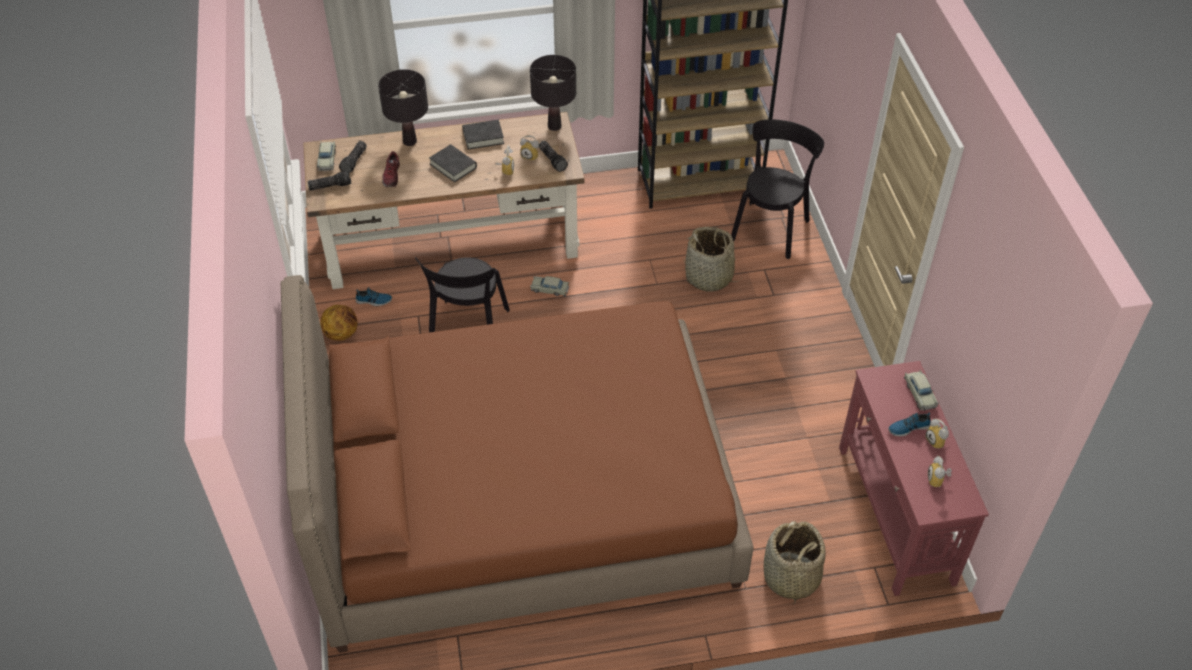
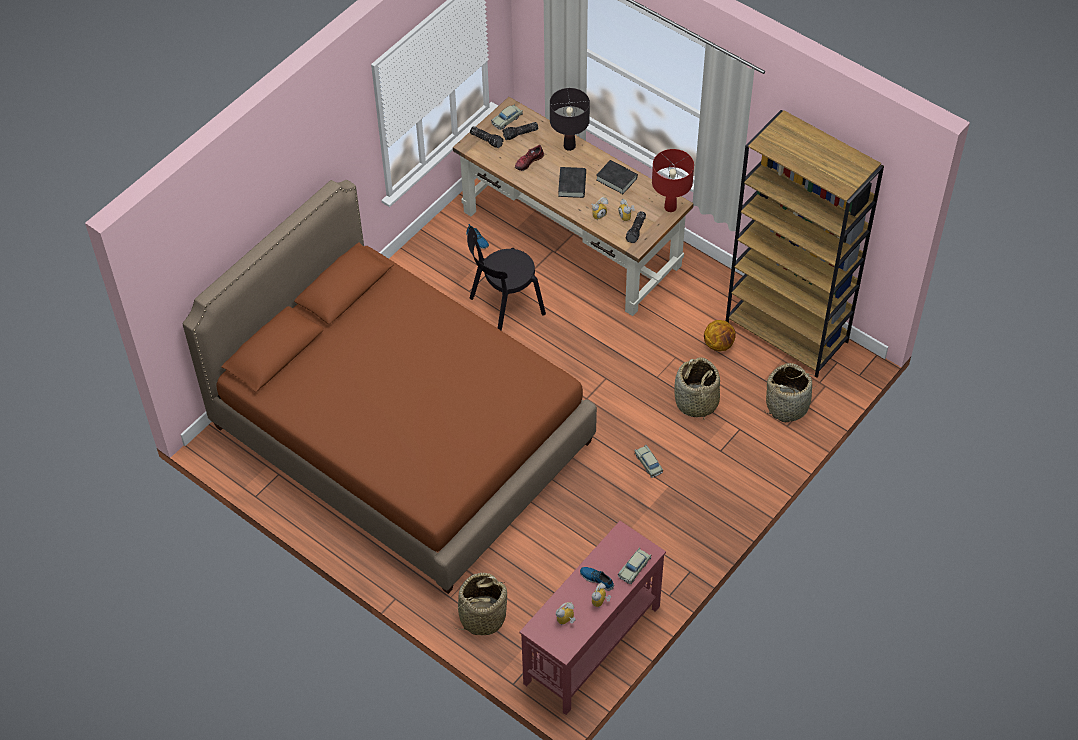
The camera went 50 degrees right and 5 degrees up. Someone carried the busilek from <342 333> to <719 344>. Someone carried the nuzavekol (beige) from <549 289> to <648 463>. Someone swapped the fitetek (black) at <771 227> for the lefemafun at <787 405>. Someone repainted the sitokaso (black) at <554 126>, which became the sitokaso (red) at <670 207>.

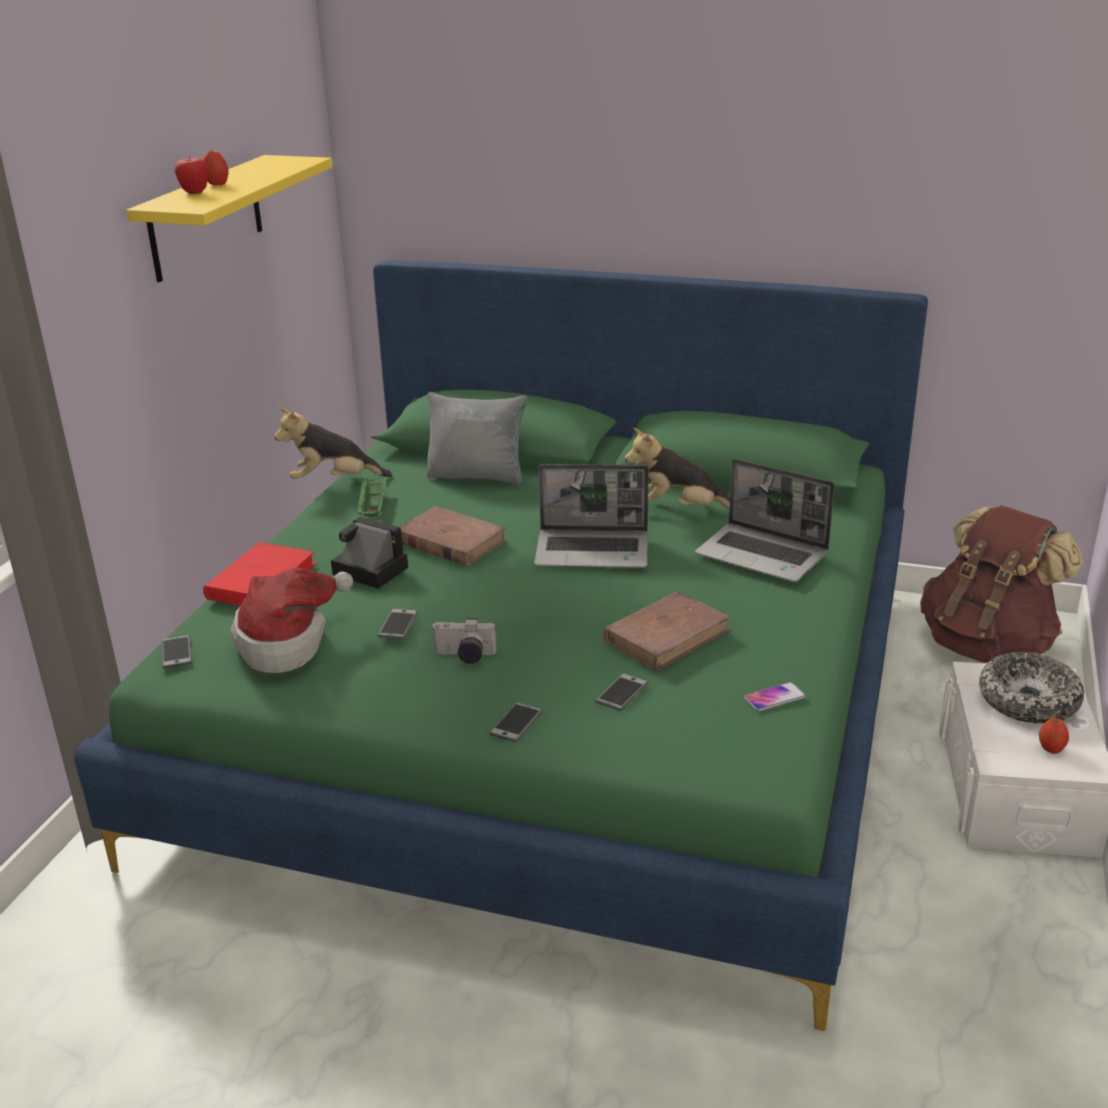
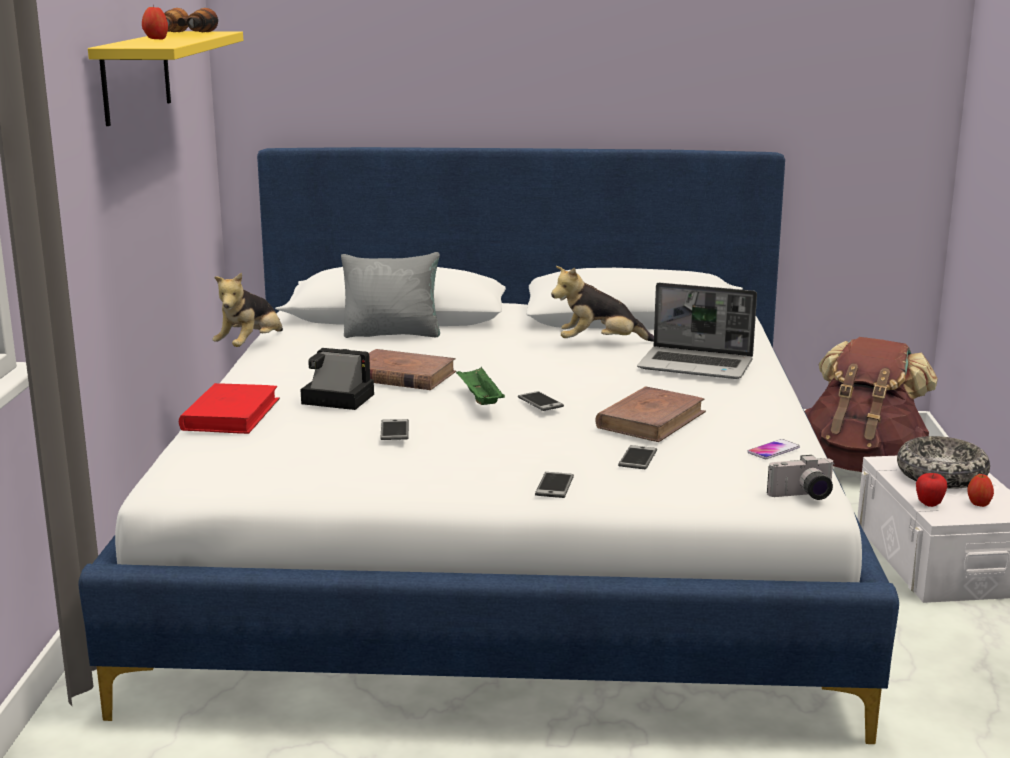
The camera went 15 degrees left and 10 degrees down. Someone took away the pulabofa at <288 642>. Someone took away the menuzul at <594 551>. Someone put down the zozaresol at <185 34>. Someone carried the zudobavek from <176 653> to <540 402>. Someone carried the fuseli from <194 192> to <929 504>. Someone carried the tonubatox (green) from <373 508> to <479 399>. Someone carried the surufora from <464 656> to <803 496>. Someone repainted the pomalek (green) at <558 713>, which became the pomalek (white) at <505 549>. Someone rotated the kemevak at <334 481> by 45 degrees counterclockwise.

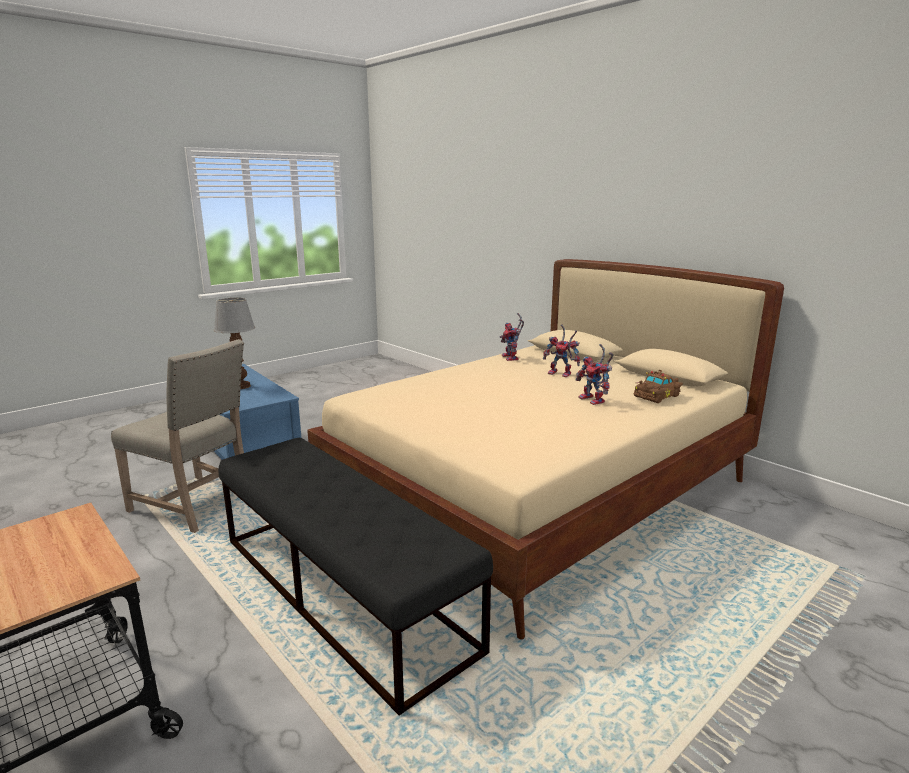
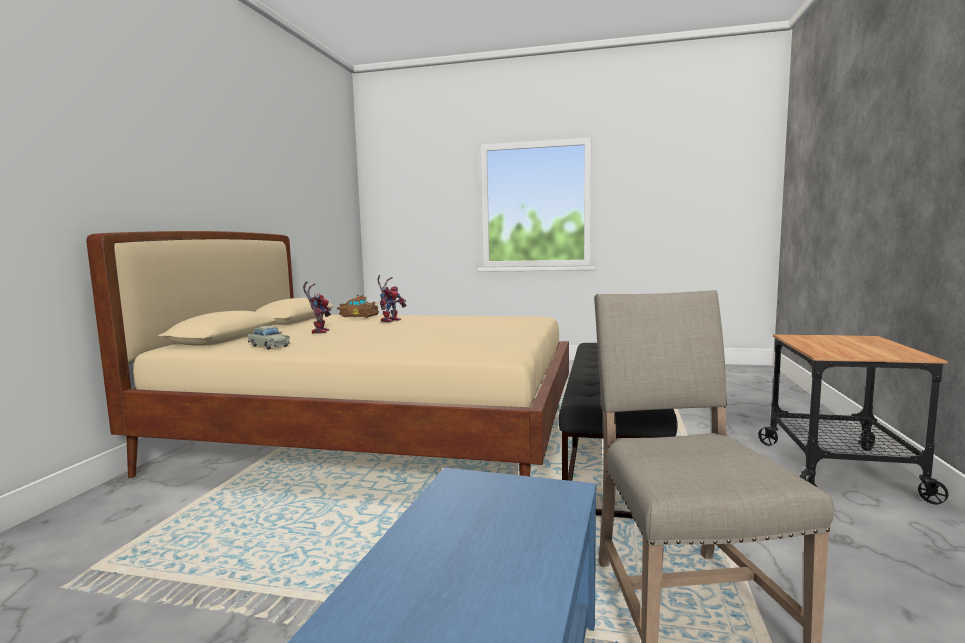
The camera went 125 degrees left and 10 degrees down. Someone took away the sitokaso at <242 386>. Someone swapped the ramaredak at <512 358> for the nuzavekol (beige) at <269 346>.

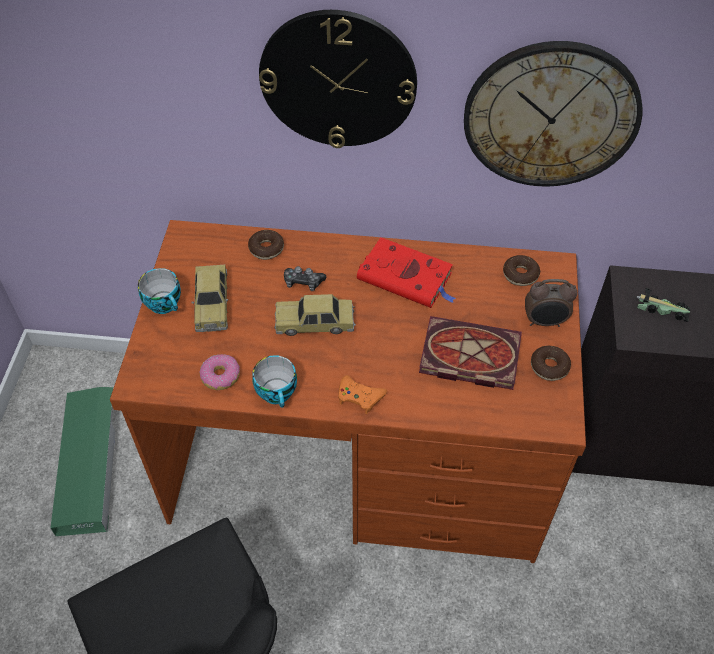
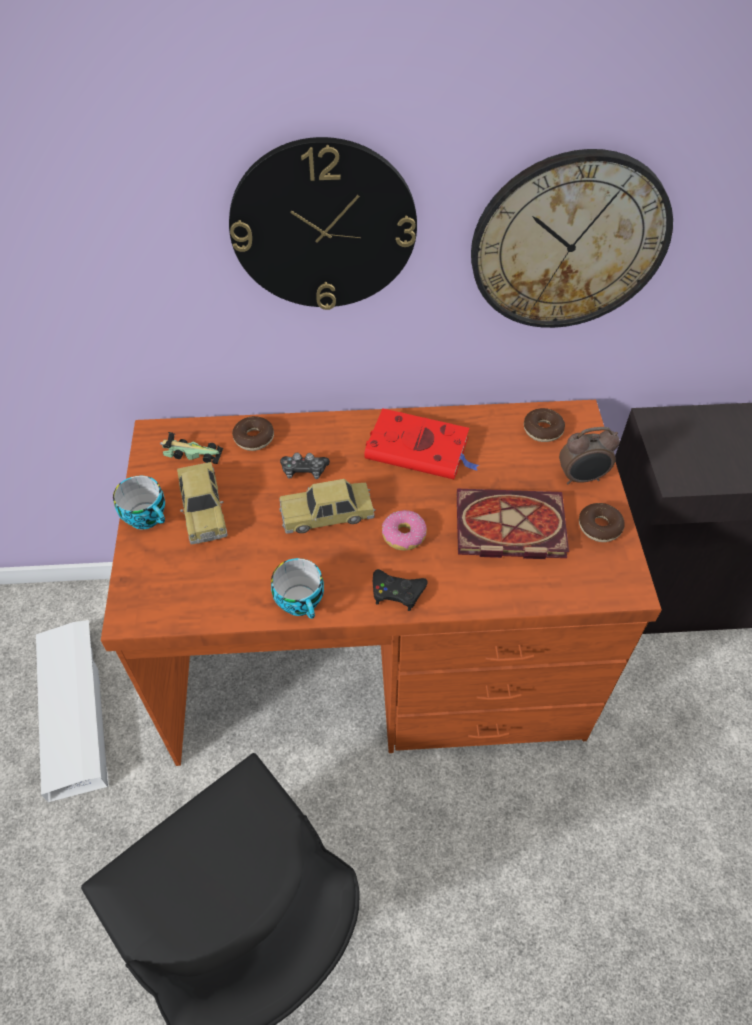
The camera went 10 degrees left and 0 degrees up. Someone carried the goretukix from <220 376> to <404 535>. Someone carried the nuzavekol from <661 308> to <191 453>. Someone repainted the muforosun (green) at <89 463>, which became the muforosun (white) at <74 711>. Someone repainted the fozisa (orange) at <359 396>, which became the fozisa (black) at <397 592>.

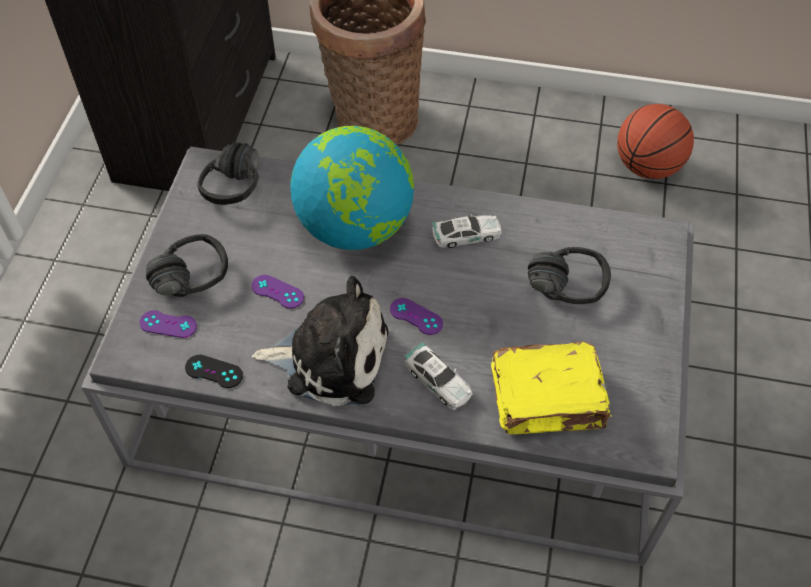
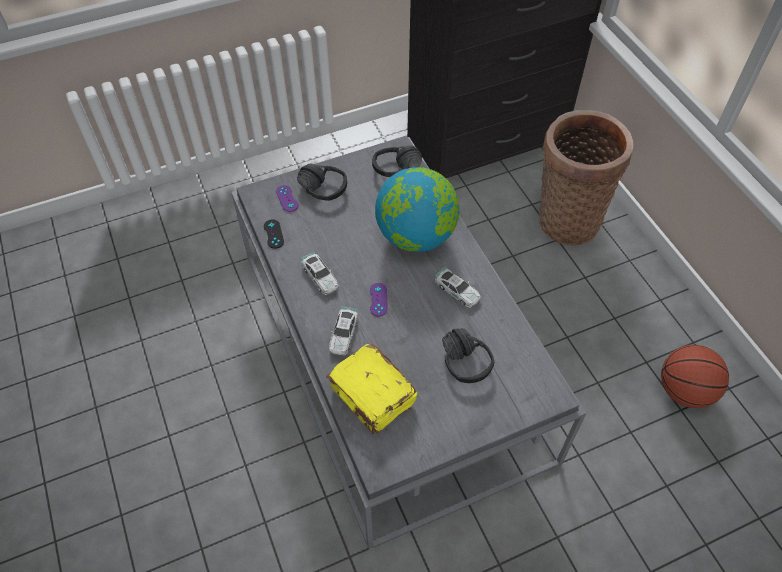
The camera went 55 degrees right and 0 degrees up. Someone took away the fozisa (purple) at <277 292>. Someone swapped the kemevak at <330 357> for the nuzavekol at <320 277>.

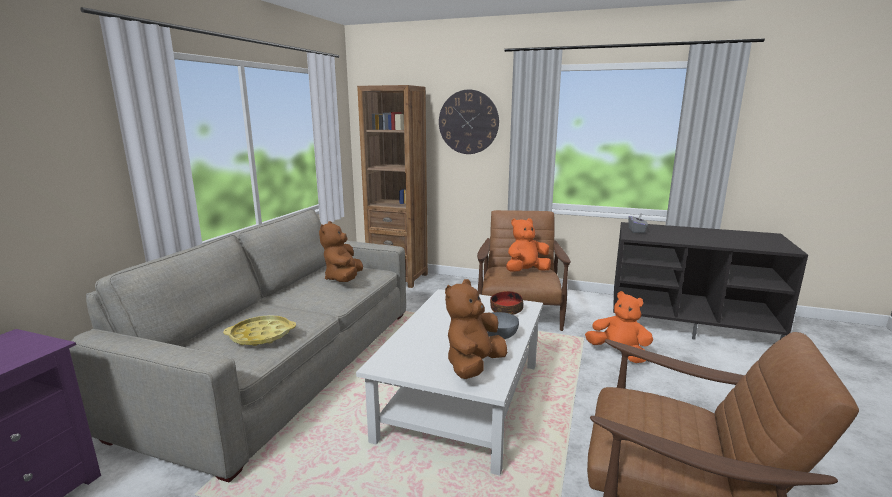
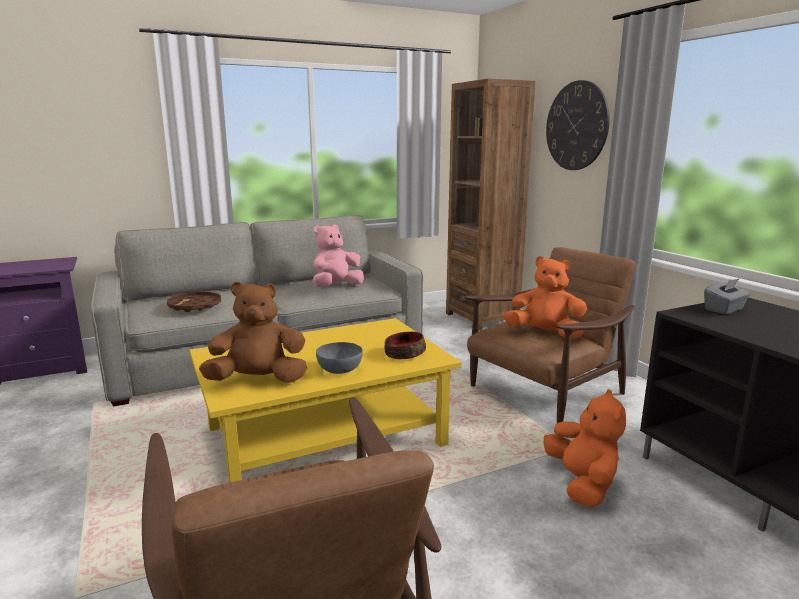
The camera went 45 degrees right and 0 degrees up. Someone repainted the tonubatox (yellow) at <261 335>, which became the tonubatox (brown) at <195 306>. Someone repainted the kemevak (brown) at <343 279>, which became the kemevak (pink) at <336 287>. Someone repainted the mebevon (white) at <461 400>, which became the mebevon (yellow) at <325 436>.

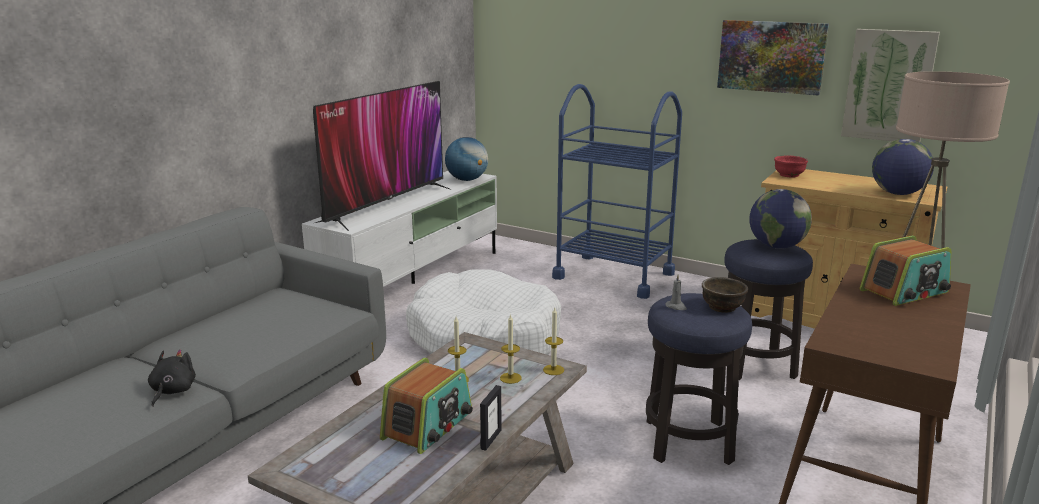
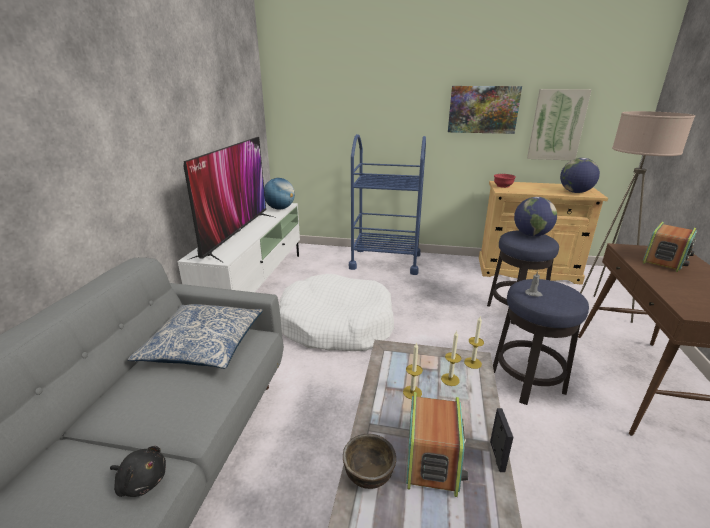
The camera went 20 degrees left and 5 degrees up. Someone put down the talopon at <203 345>. Someone carried the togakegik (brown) from <722 307> to <368 474>. Someone rotated the kemevak (black) at <172 391> by 120 degrees clockwise.

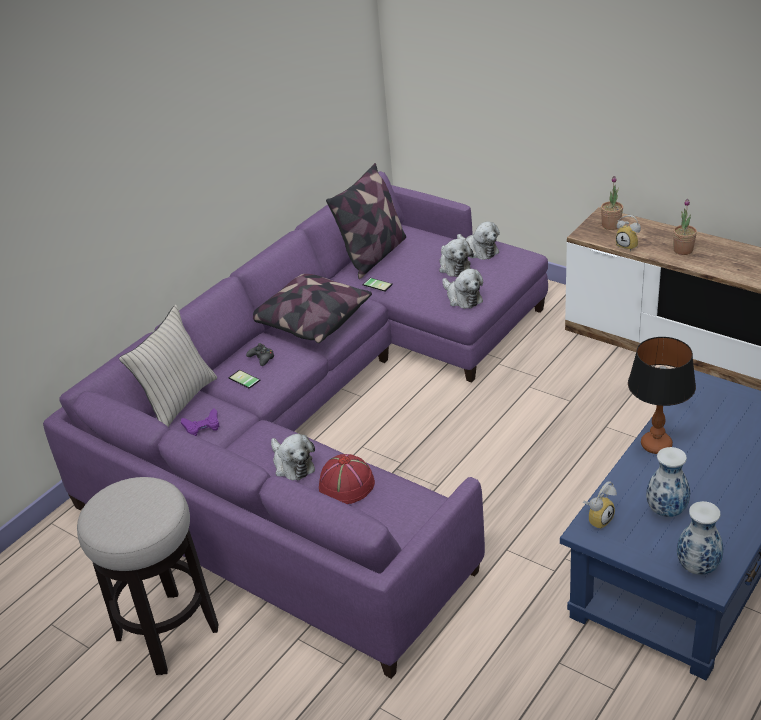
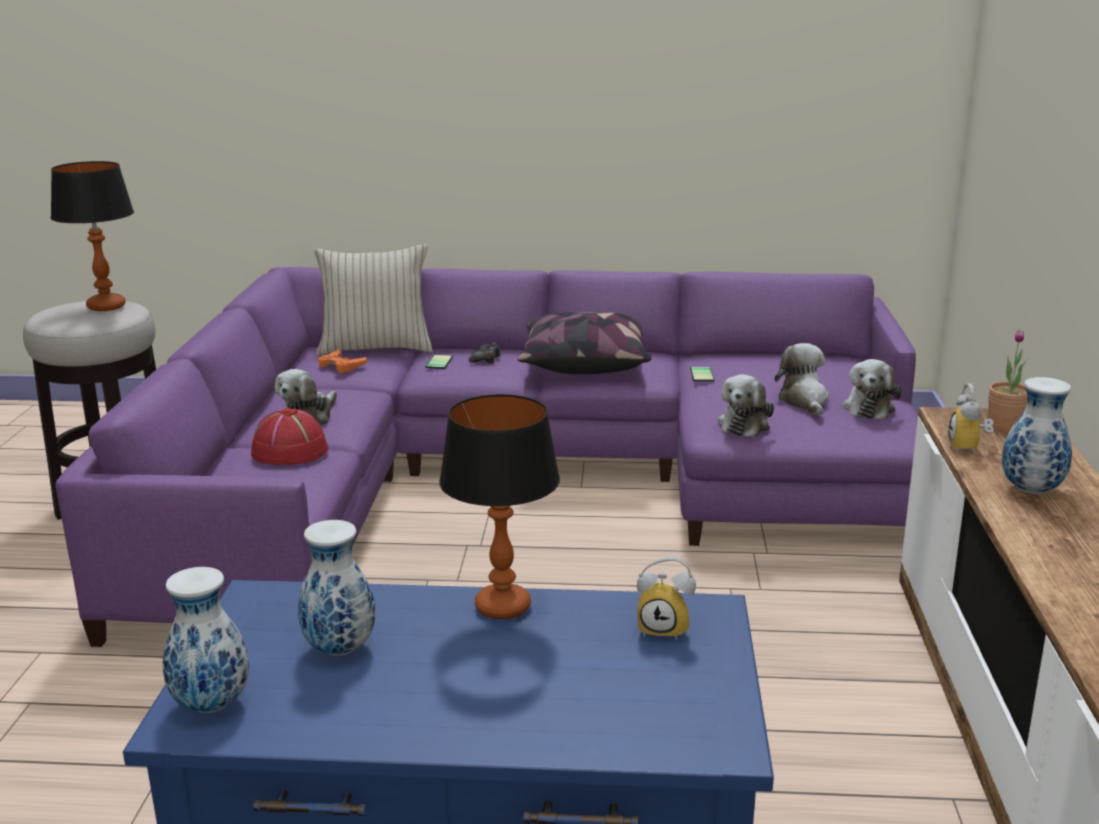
The camera went 55 degrees right and 15 degrees down. Someone took away the talopon at <373 255>. Someone put down the sitokaso at <106 306>. Someone carried the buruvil from <598 519> to <665 629>. Someone swapped the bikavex at <683 250> for the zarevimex at <1029 489>. Someone repainted the fozisa (purple) at <202 426>, which became the fozisa (orange) at <341 366>. Someone rotated the kemevak at <454 266> by 135 degrees clockwise.

